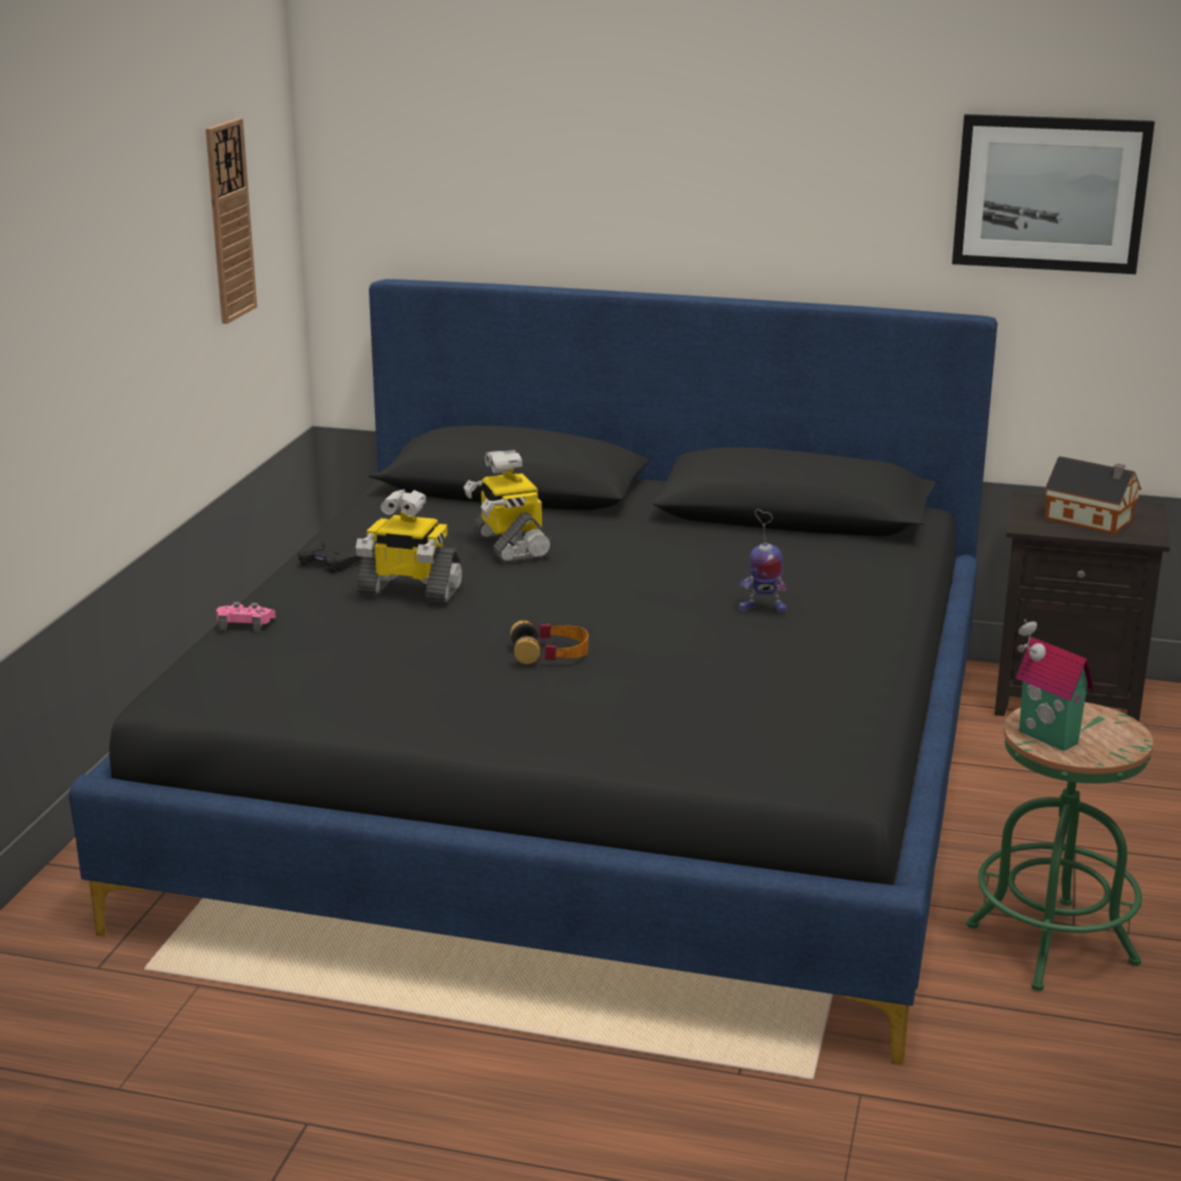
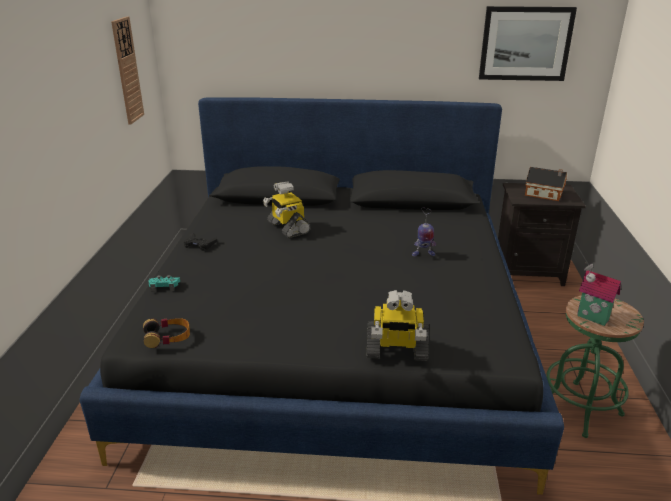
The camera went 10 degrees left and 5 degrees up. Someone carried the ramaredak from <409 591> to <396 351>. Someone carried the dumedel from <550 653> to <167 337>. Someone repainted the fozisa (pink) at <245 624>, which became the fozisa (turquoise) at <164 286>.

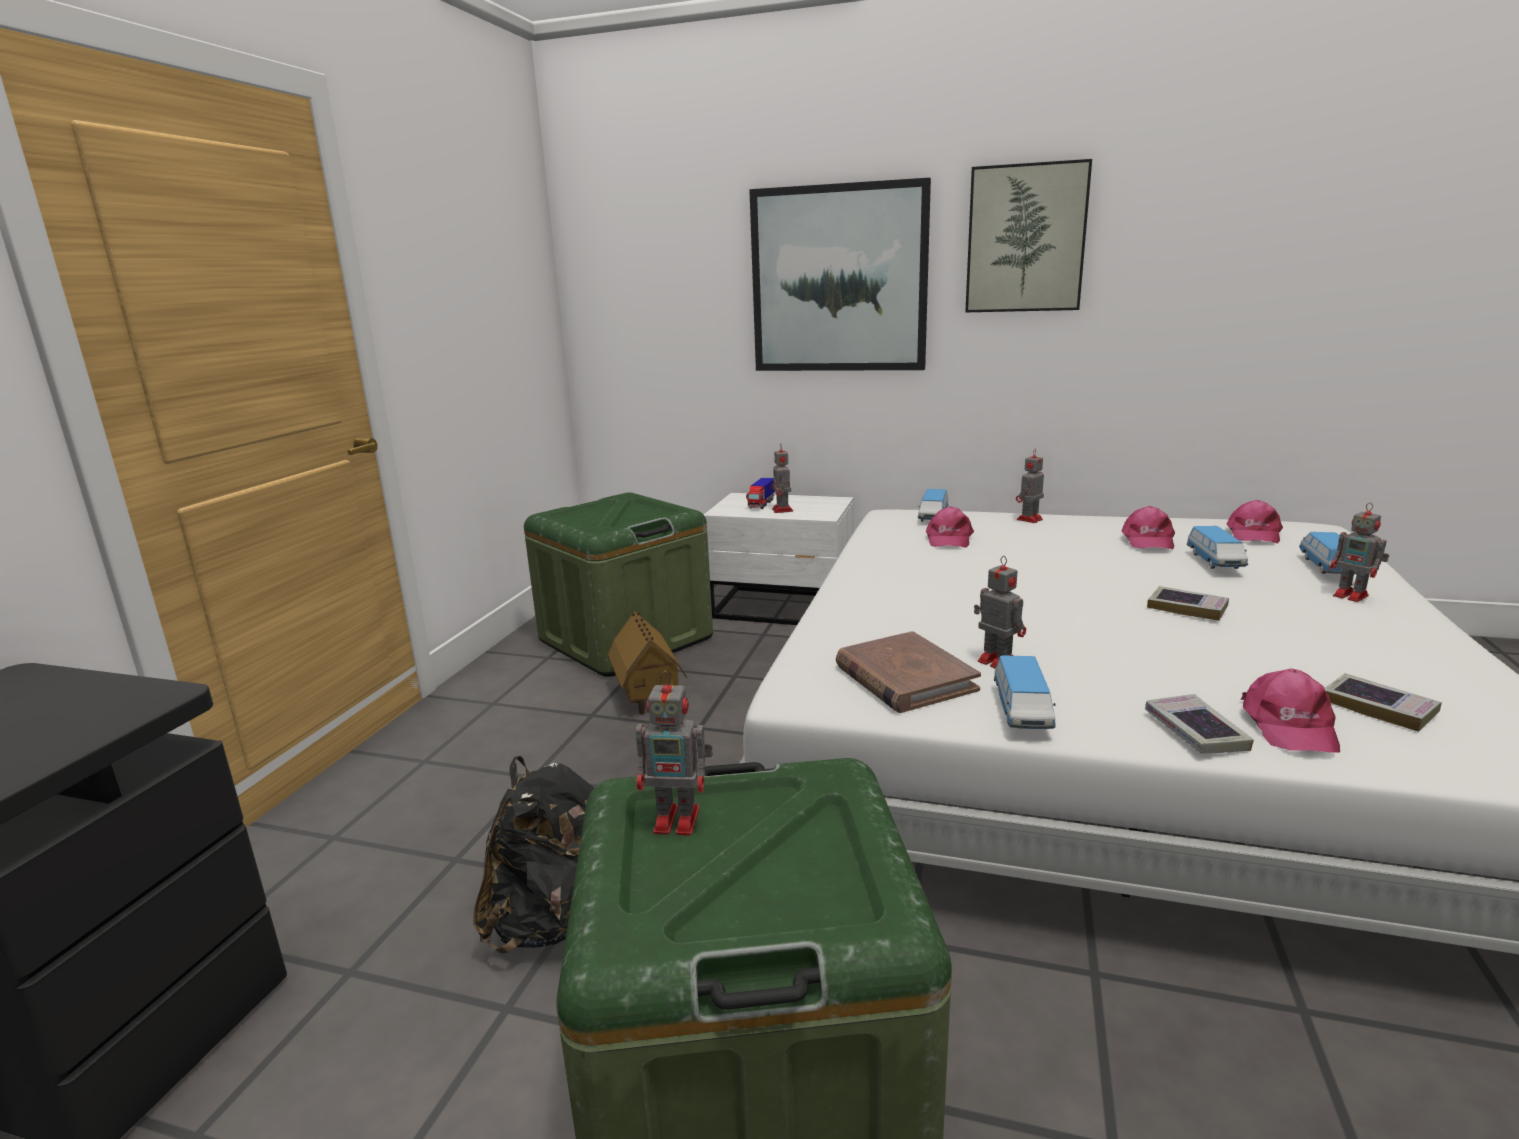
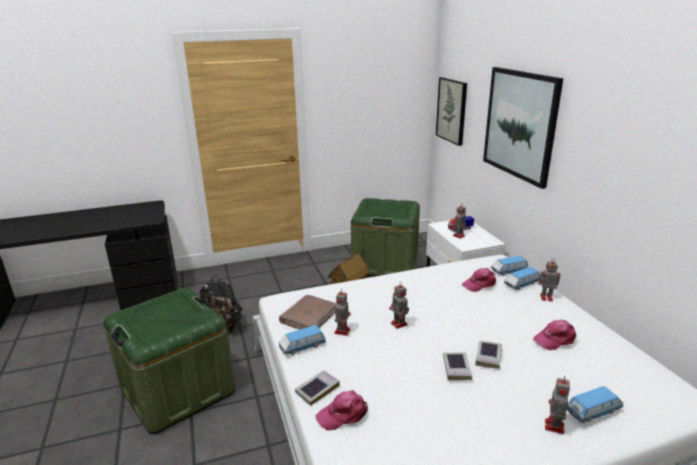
The camera went 55 degrees right and 5 degrees up. Someone took away the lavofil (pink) at <1253 533>. Someone carried the ramaredak from <679 820> to <399 324>. Someone carried the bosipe from <1025 239> to <452 110>. Someone carried the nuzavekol from <1215 561> to <521 284>. Someone carried the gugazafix from <1378 707> to <488 357>.

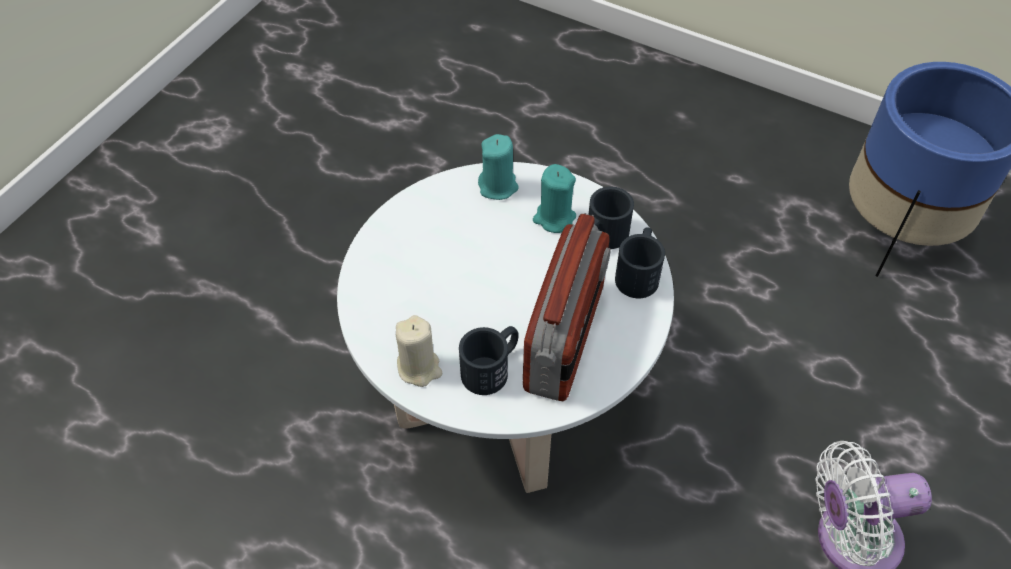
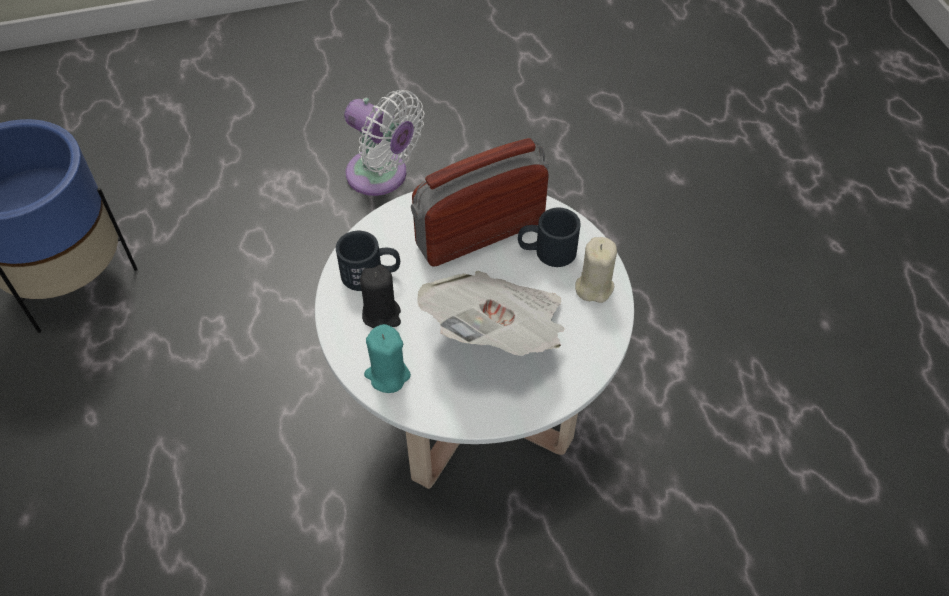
The camera went 135 degrees left and 0 degrees up. Someone took away the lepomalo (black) at <638 272>. Someone put down the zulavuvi at <498 333>. Someone repainted the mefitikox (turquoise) at <554 218>, which became the mefitikox (black) at <381 315>.

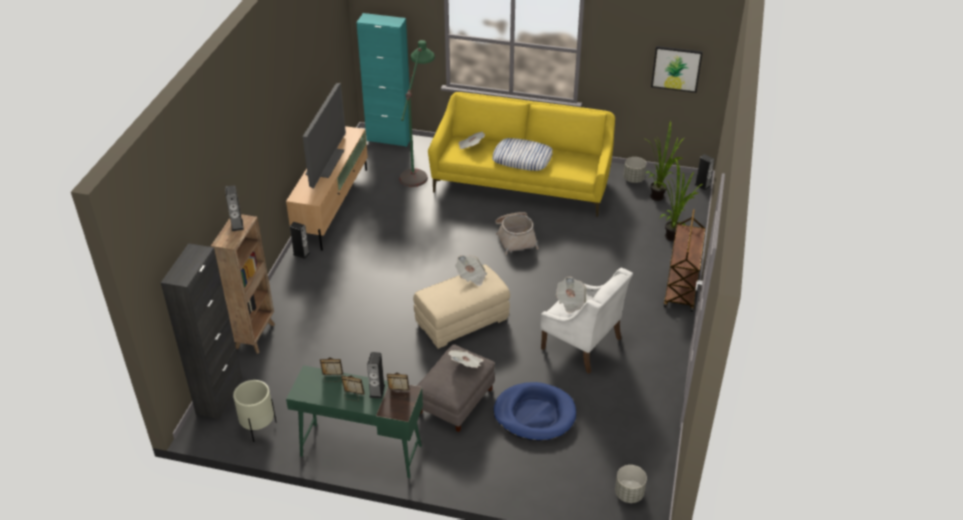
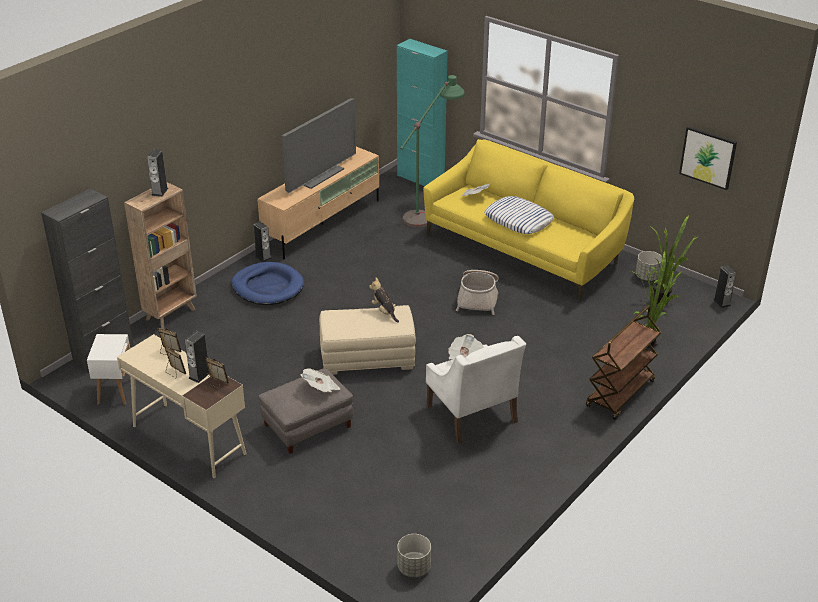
The camera went 25 degrees right and 5 degrees down. Someone carried the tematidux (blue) from <534 414> to <268 287>. Someone swapped the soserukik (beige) at <258 428> for the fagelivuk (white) at <116 391>. Someone swapped the zulavuvi at <471 276> for the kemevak at <384 311>. Someone repainted the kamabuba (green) at <360 450>, which became the kamabuba (beige) at <188 439>.

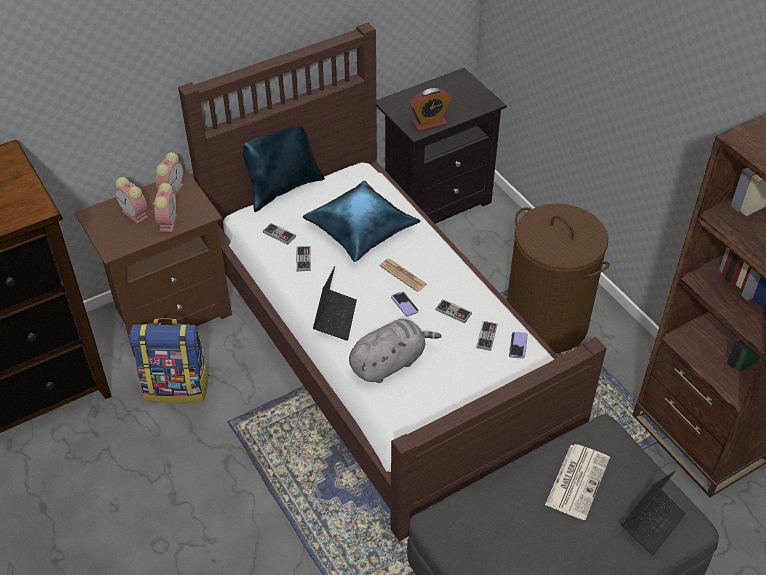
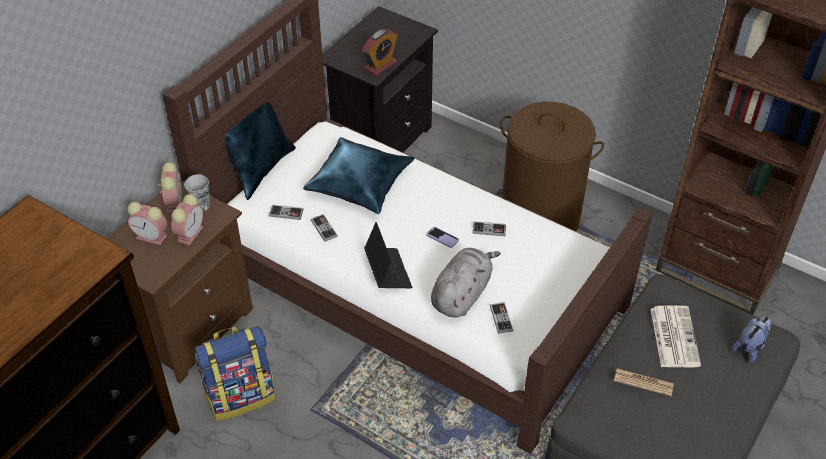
The camera went 25 degrees left and 0 degrees up. Someone took away the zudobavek at <518 346>. Someone put down the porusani at <201 206>. Someone carried the zulavuvi from <403 275> to <643 382>. Someone carried the fozisa from <486 336> to <501 318>. Someone swapped the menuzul at <652 522> for the kemevak at <750 347>. Someone rotated the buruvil at <168 221> by 45 degrees clockwise.

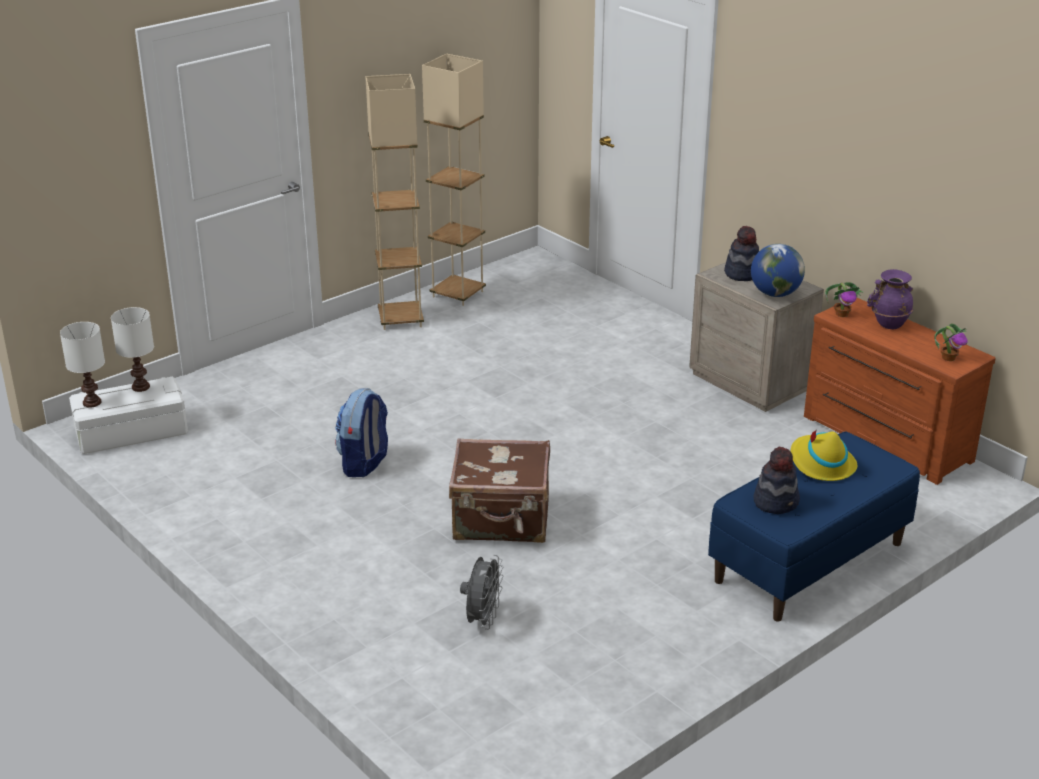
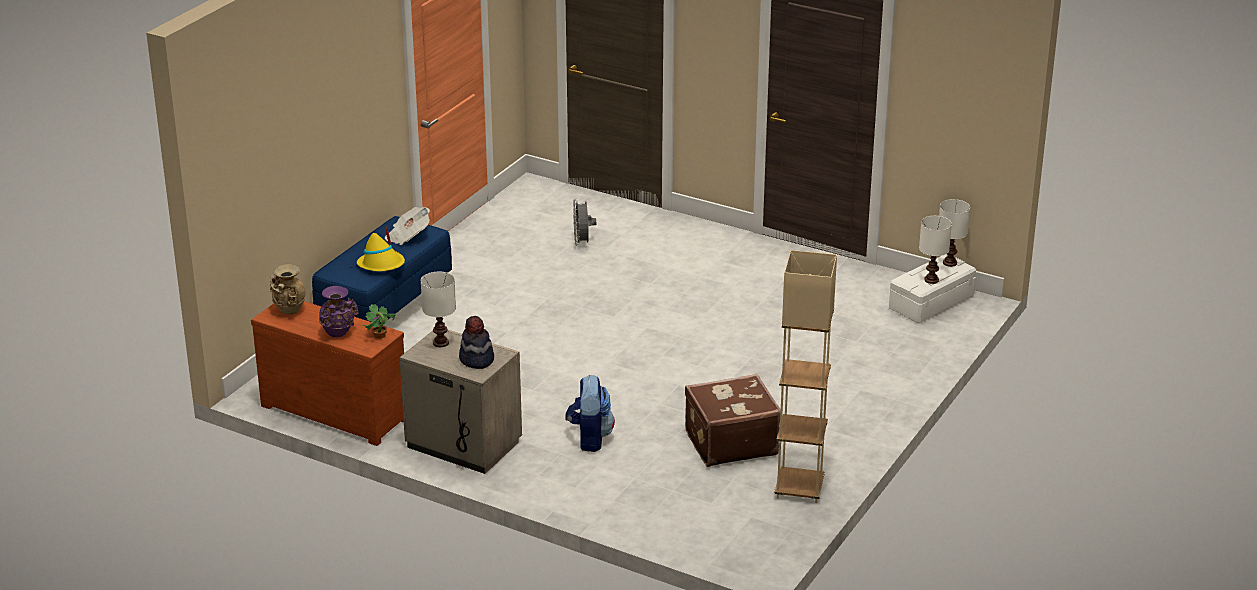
The camera went 160 degrees right and 0 degrees up. Someone took away the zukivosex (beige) at <401 319>. Someone carried the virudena from <364 464> to <589 438>. Someone carried the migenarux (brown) from <502 520> to <730 442>. Someone swapped the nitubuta at <775 294> for the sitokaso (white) at <441 343>. Someone swapped the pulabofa at <776 501> for the zulavuvi at <408 236>. Someone swapped the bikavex at <948 357> for the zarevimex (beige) at <289 311>.

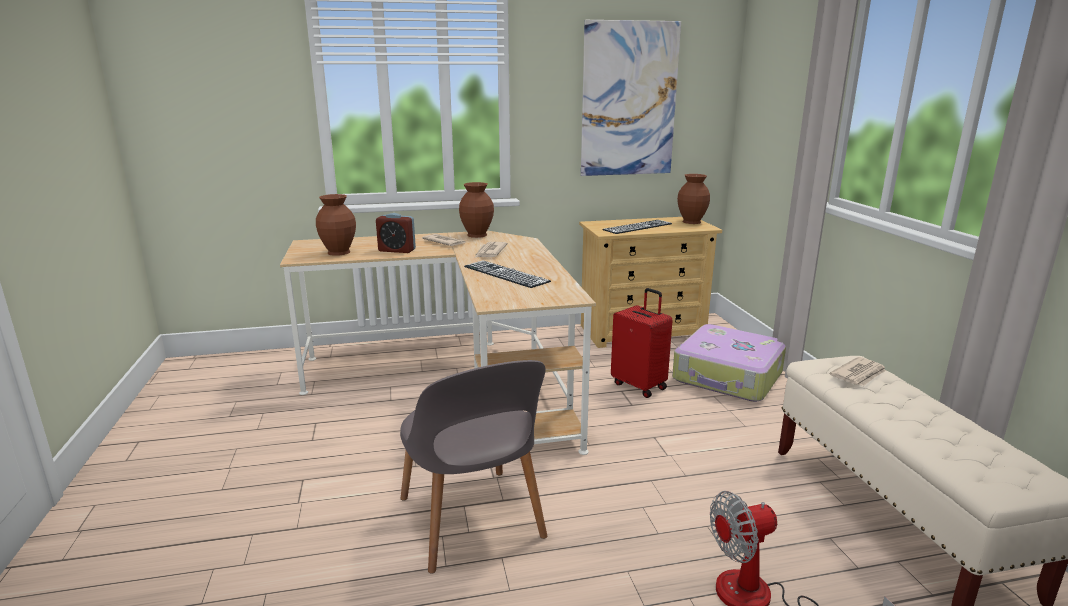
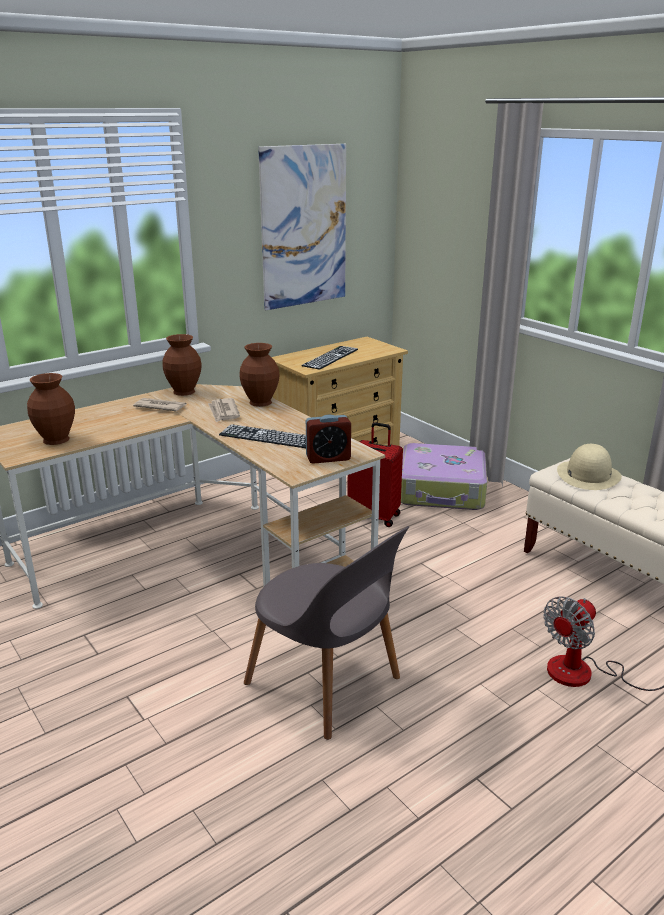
The camera went 25 degrees left and 5 degrees up. Someone carried the buruvil from <397 250> to <328 458>. Someone carried the zarevimex (brown) from <691 221> to <260 402>. Someone swapped the zulavuvi at <859 374> for the pulabofa (beige) at <588 475>.

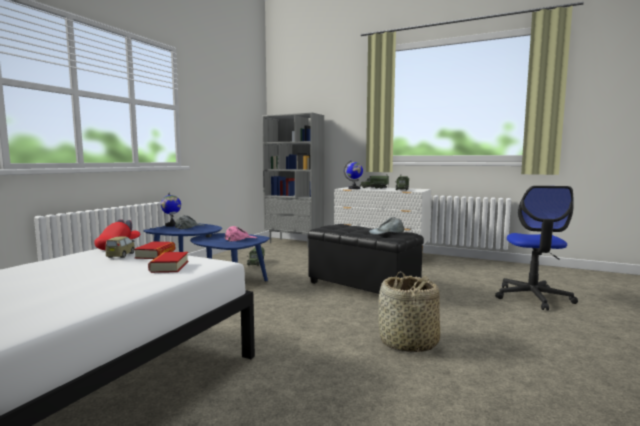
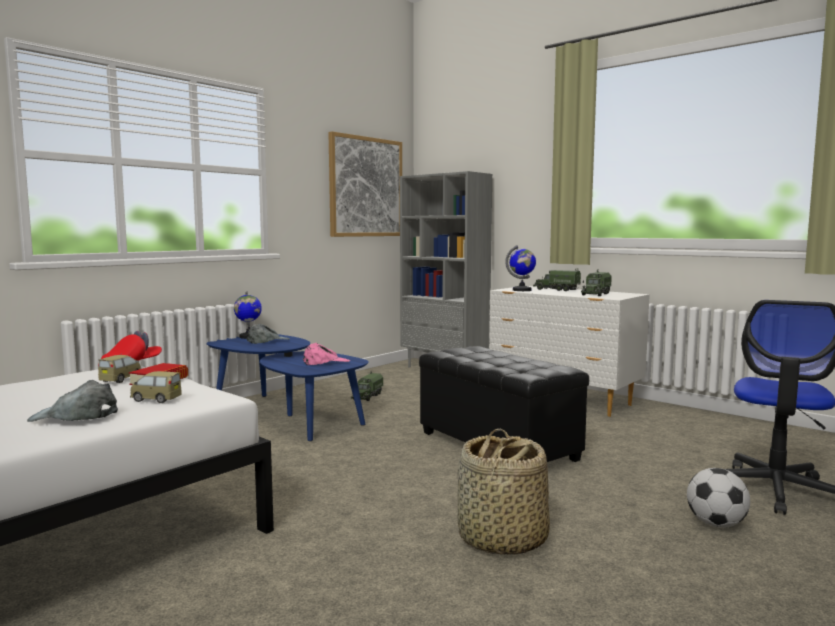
The camera went 15 degrees right and 0 degrees up. Someone put up the bosipe at <366 187>. Someone put down the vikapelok at <716 524>. Someone carried the lavofil (grey) from <386 232> to <74 416>. Someone swapped the gugazafix at <169 266> for the nuzavekol at <156 399>.

